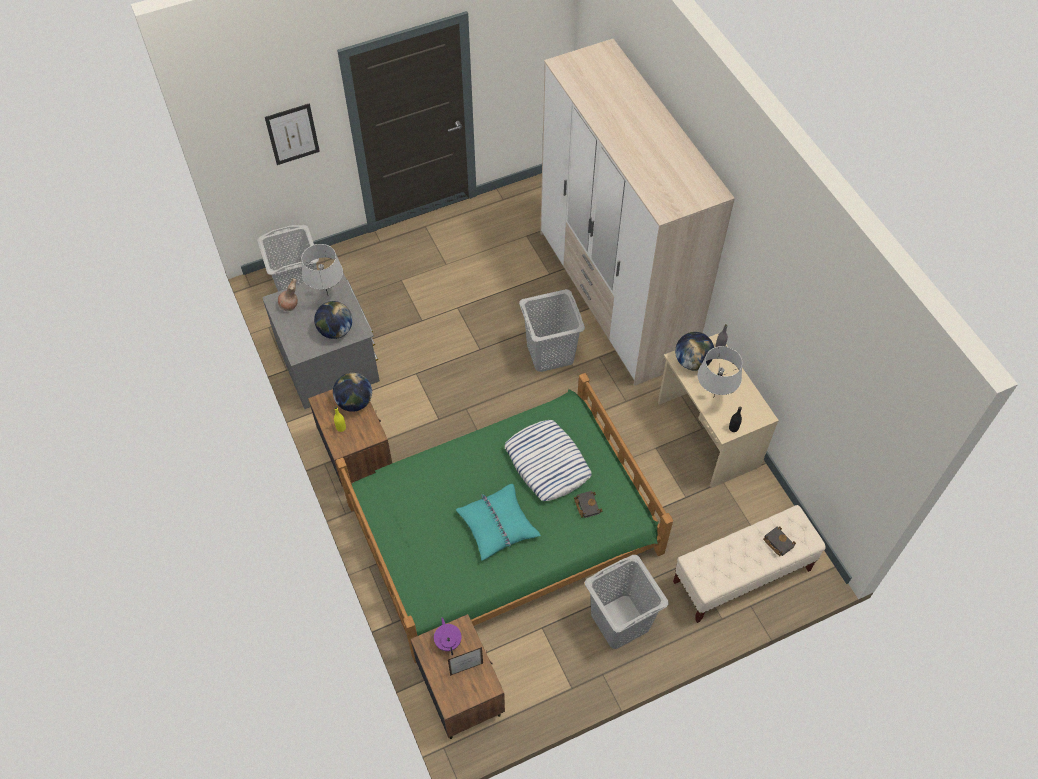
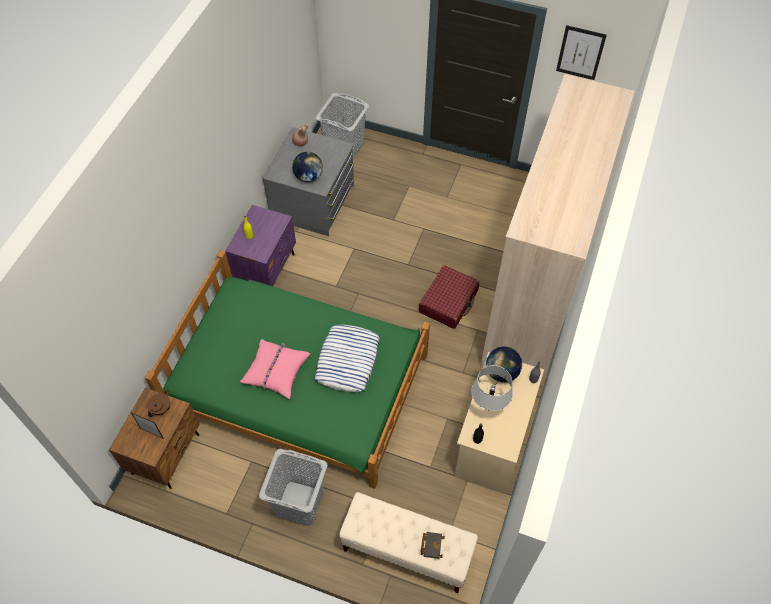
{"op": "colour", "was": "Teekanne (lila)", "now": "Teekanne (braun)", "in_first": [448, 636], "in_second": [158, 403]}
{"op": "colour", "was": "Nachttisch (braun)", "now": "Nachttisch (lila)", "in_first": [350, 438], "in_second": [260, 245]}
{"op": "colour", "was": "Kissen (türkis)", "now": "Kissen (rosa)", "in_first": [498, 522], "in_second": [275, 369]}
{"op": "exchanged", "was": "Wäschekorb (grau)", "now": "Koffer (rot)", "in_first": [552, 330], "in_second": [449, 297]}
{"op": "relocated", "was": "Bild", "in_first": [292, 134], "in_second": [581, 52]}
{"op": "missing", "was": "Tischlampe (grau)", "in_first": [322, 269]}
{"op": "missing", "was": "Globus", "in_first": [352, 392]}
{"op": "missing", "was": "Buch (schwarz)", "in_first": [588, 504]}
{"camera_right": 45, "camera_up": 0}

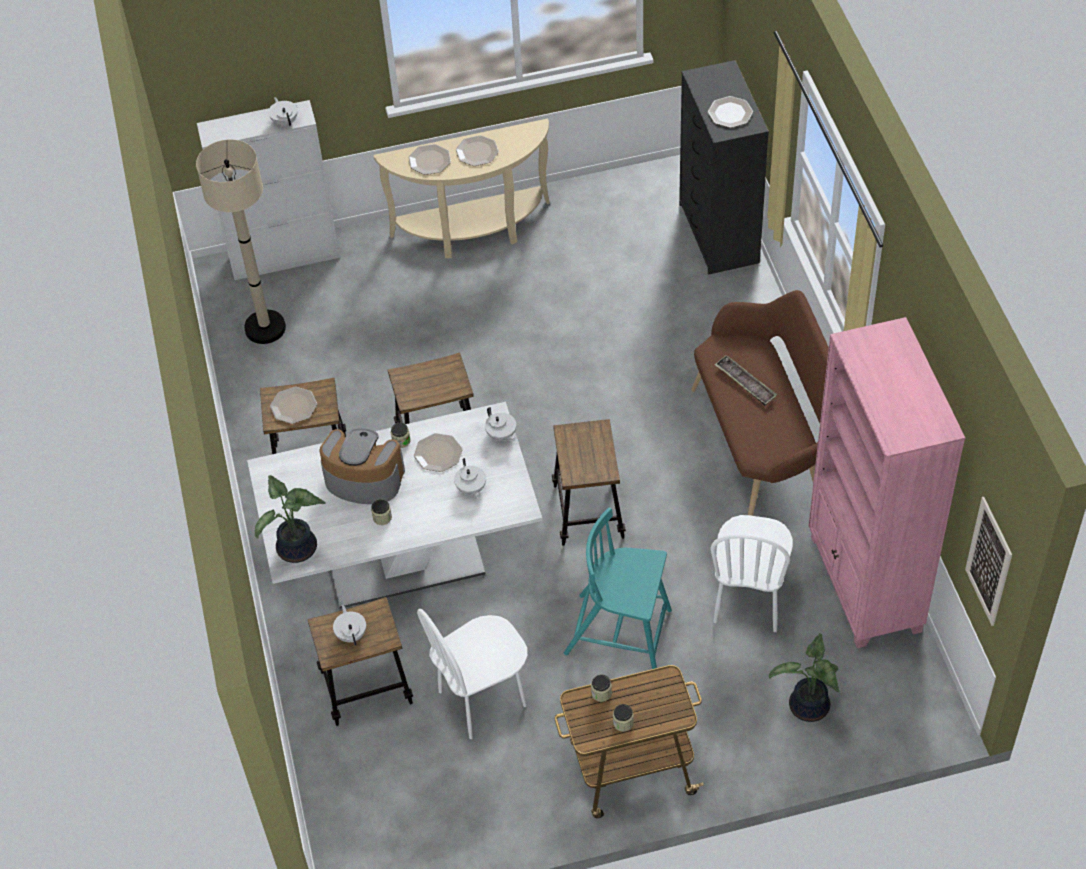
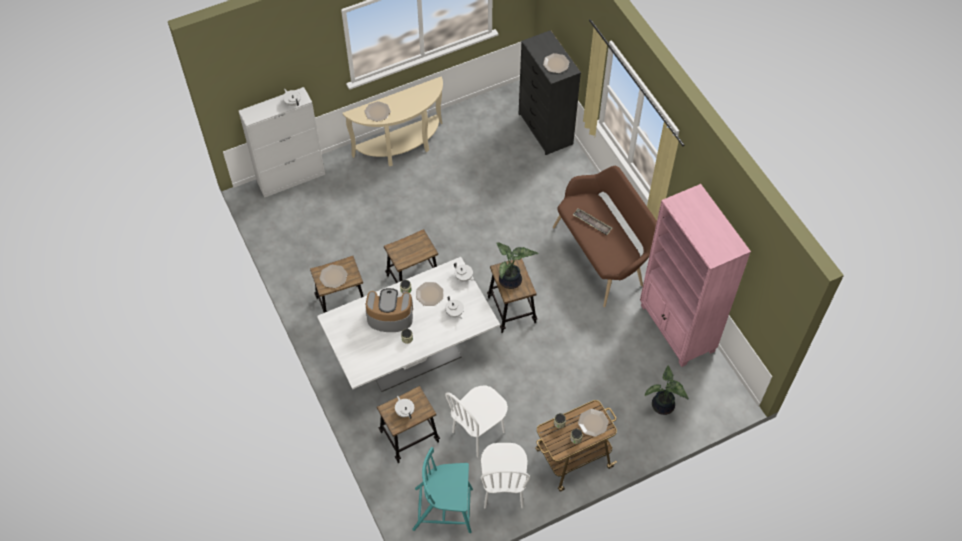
{"op": "relocated", "was": "Stuhl (türkis)", "in_first": [618, 588], "in_second": [442, 490]}
{"op": "relocated", "was": "Stuhl (weiß)", "in_first": [751, 573], "in_second": [505, 476]}
{"op": "relocated", "was": "Topfpflanze", "in_first": [290, 519], "in_second": [517, 265]}
{"op": "relocated", "was": "Teller", "in_first": [477, 150], "in_second": [593, 423]}
{"op": "missing", "was": "Stehlampe (beige)", "in_first": [241, 241]}
{"op": "missing", "was": "Bild", "in_first": [988, 561]}
{"camera_right": -15, "camera_up": 5}

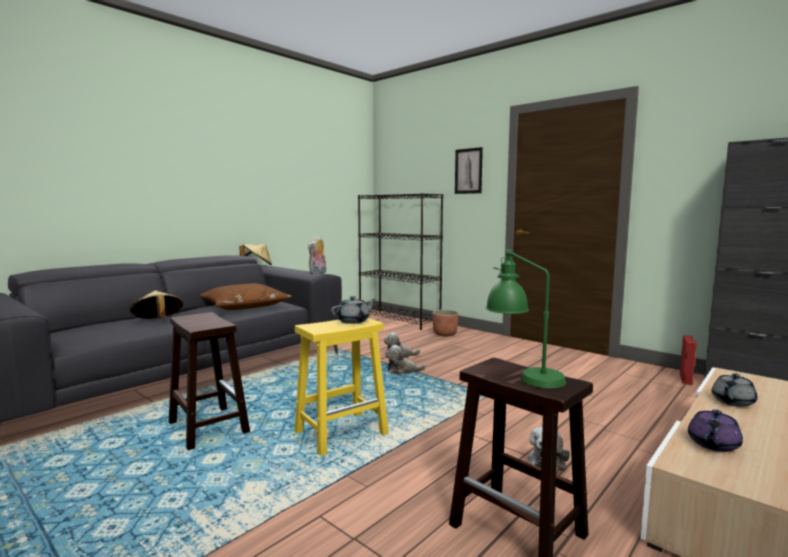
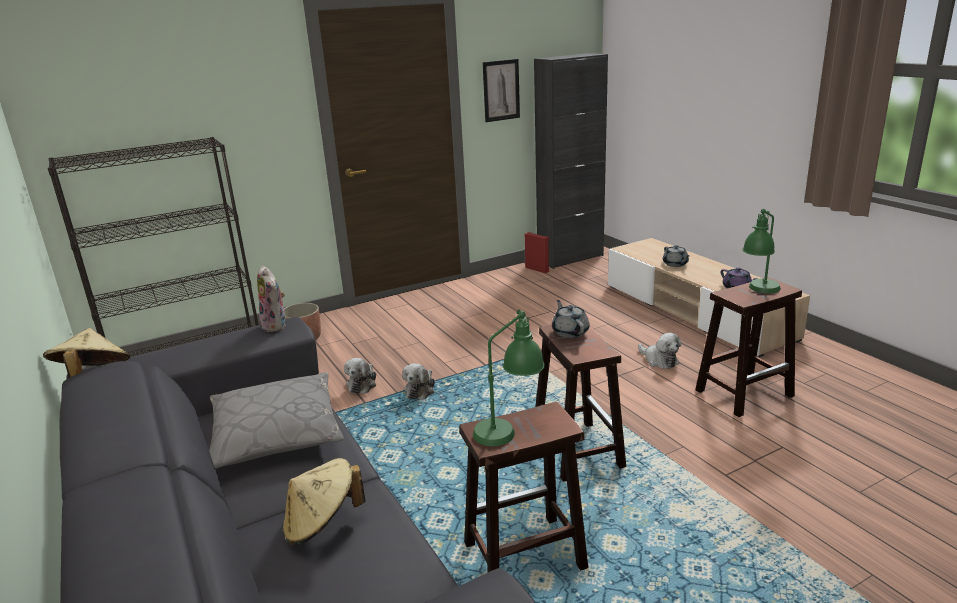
{"op": "colour", "was": "Kissen (braun)", "now": "Kissen (grau)", "in_first": [246, 296], "in_second": [276, 420]}
{"op": "appeared", "now": "Tischlampe (grün)", "in_second": [509, 378]}
{"op": "relocated", "was": "Bild", "in_first": [469, 170], "in_second": [501, 90]}
{"op": "colour", "was": "Hocker (gelb)", "now": "Hocker (braun)", "in_first": [341, 387], "in_second": [580, 403]}
{"camera_right": -70, "camera_up": 15}

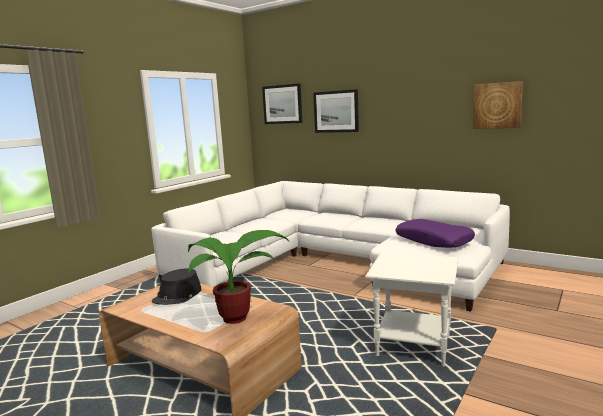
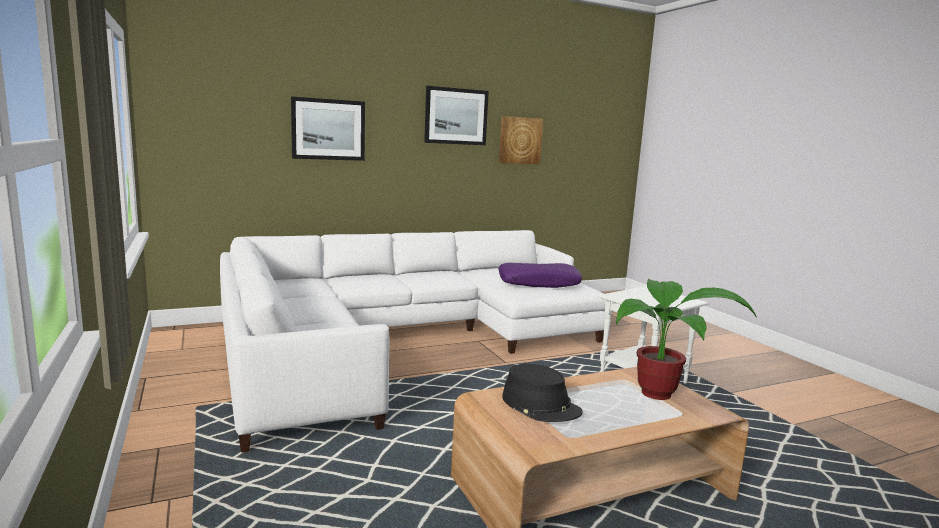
{"op": "relocated", "was": "Bild", "in_first": [282, 103], "in_second": [456, 115]}
{"camera_right": -60, "camera_up": 0}

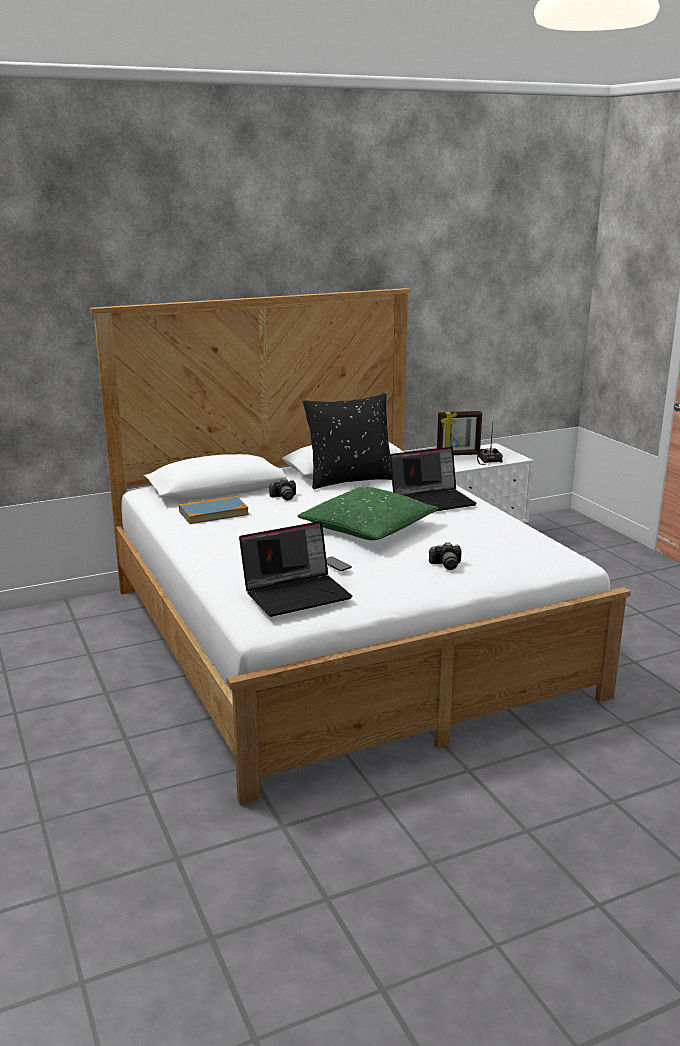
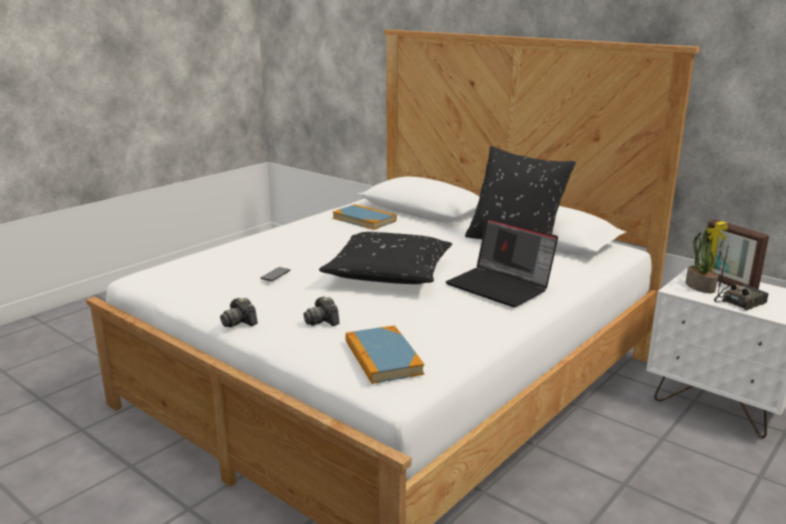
{"op": "relocated", "was": "Kamera", "in_first": [282, 489], "in_second": [239, 313]}
{"op": "colour", "was": "Kissen (grün)", "now": "Kissen (schwarz)", "in_first": [368, 513], "in_second": [385, 258]}
{"op": "appeared", "now": "Buch", "in_second": [384, 355]}
{"op": "appeared", "now": "Topfpflanze", "in_second": [701, 260]}
{"op": "missing", "was": "Laptop", "in_first": [295, 569]}
{"camera_right": 65, "camera_up": 0}

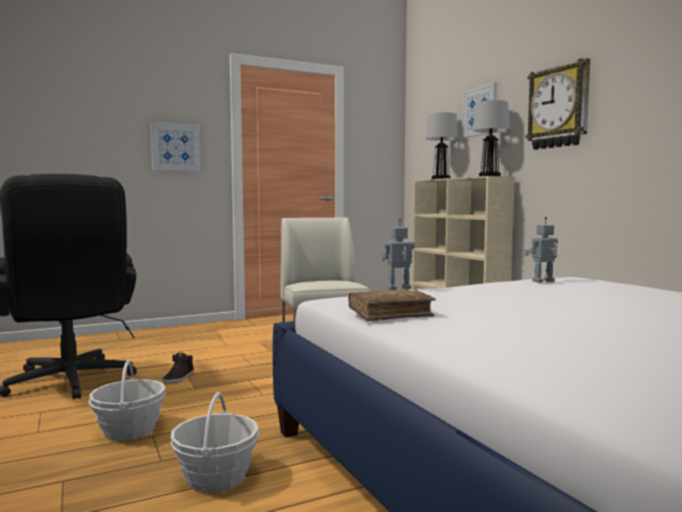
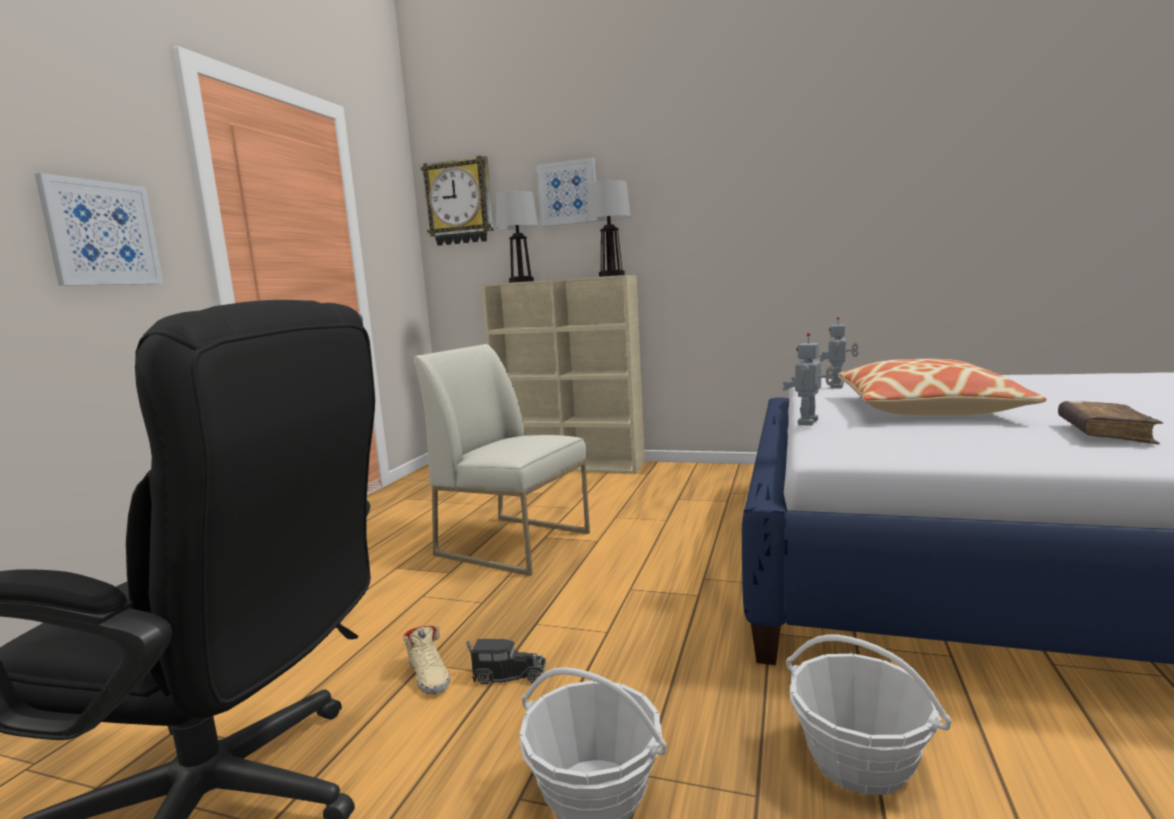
{"op": "colour", "was": "Schuh (schwarz)", "now": "Schuh (beige)", "in_first": [178, 368], "in_second": [426, 660]}
{"op": "relocated", "was": "Wanduhr", "in_first": [558, 104], "in_second": [457, 201]}
{"op": "appeared", "now": "Spielzeuglaster", "in_second": [506, 661]}
{"op": "appeared", "now": "Kissen", "in_second": [942, 387]}
{"op": "relocated", "was": "Buch (braun)", "in_first": [392, 305], "in_second": [1110, 423]}
{"camera_right": -45, "camera_up": 5}

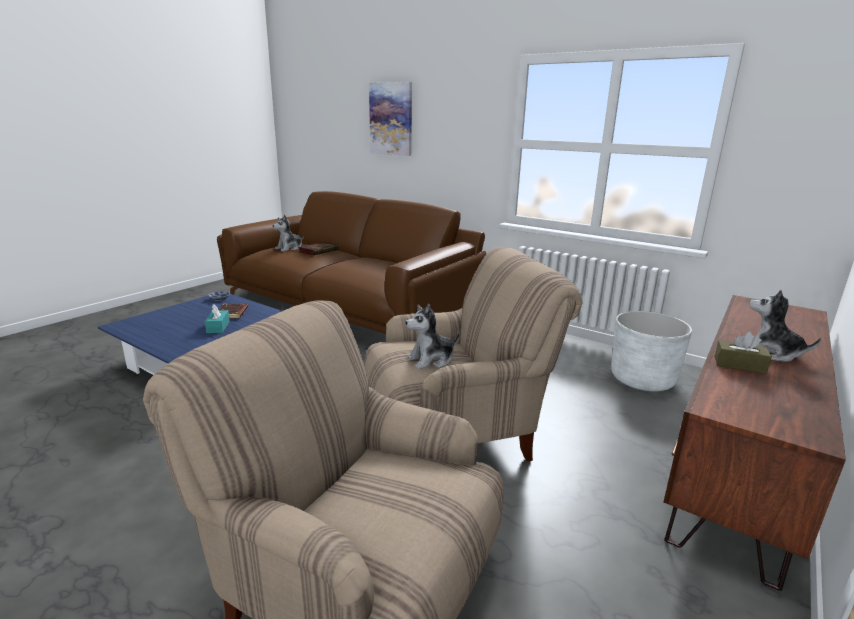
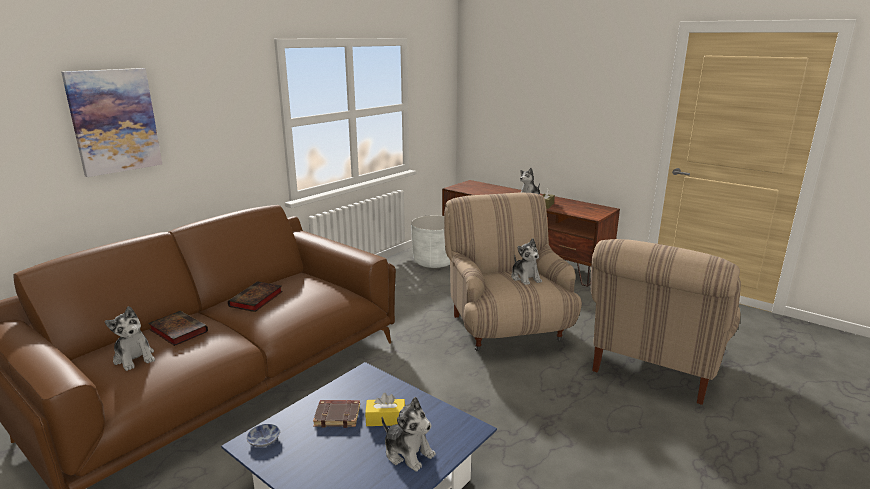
{"op": "appeared", "now": "Buch", "in_second": [255, 296]}
{"op": "colour", "was": "Taschentuchbox (türkis)", "now": "Taschentuchbox (gelb)", "in_first": [217, 318], "in_second": [385, 409]}
{"op": "appeared", "now": "Plüschtier", "in_second": [409, 434]}
{"camera_right": -85, "camera_up": 0}

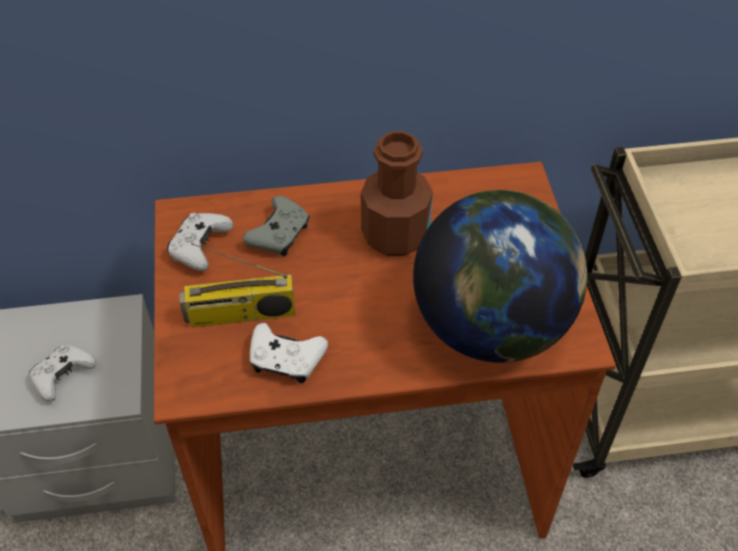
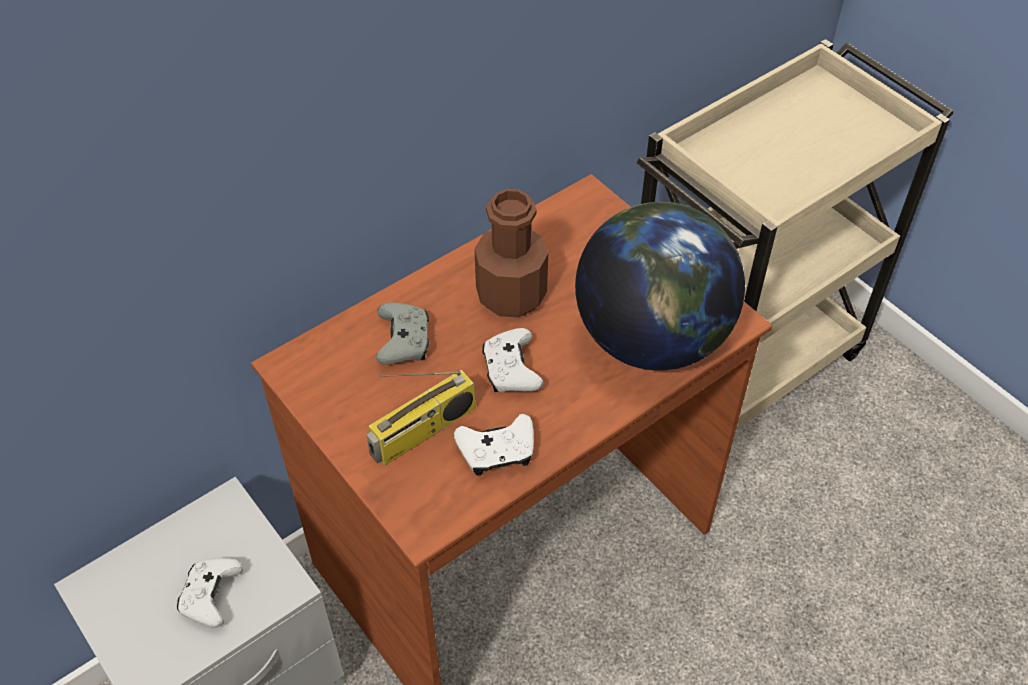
{"op": "relocated", "was": "Gamepad (weiß)", "in_first": [200, 241], "in_second": [512, 360]}
{"camera_right": -30, "camera_up": 0}

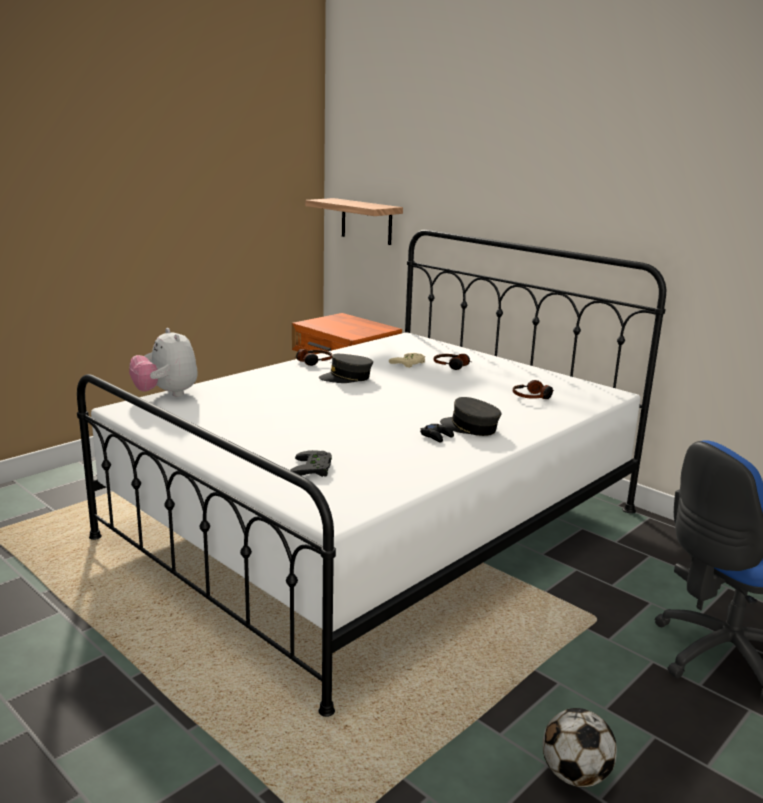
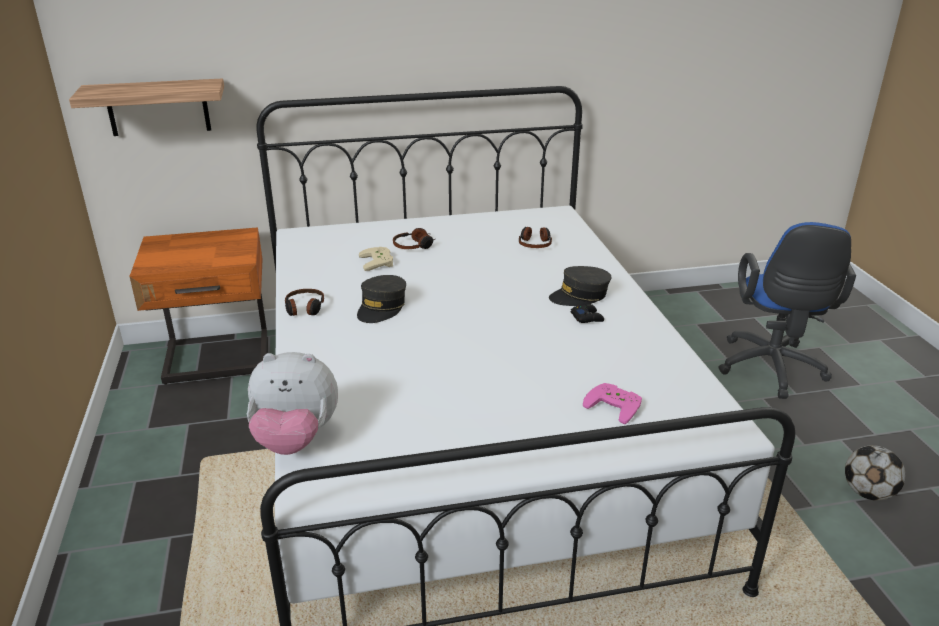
{"op": "colour", "was": "Gamepad (schwarz)", "now": "Gamepad (rosa)", "in_first": [311, 463], "in_second": [612, 403]}
{"camera_right": -55, "camera_up": 10}

